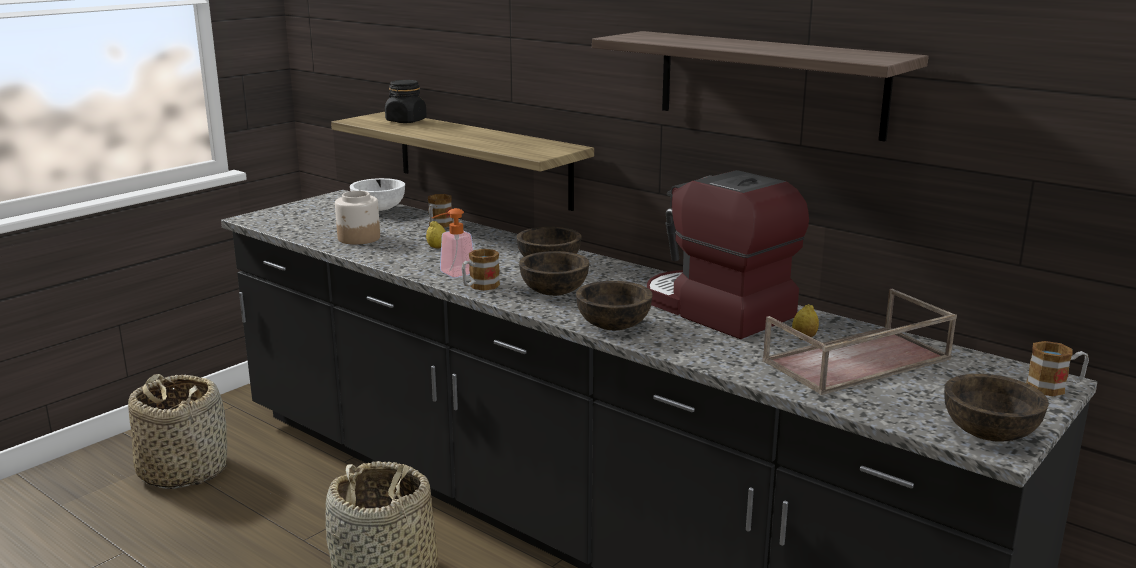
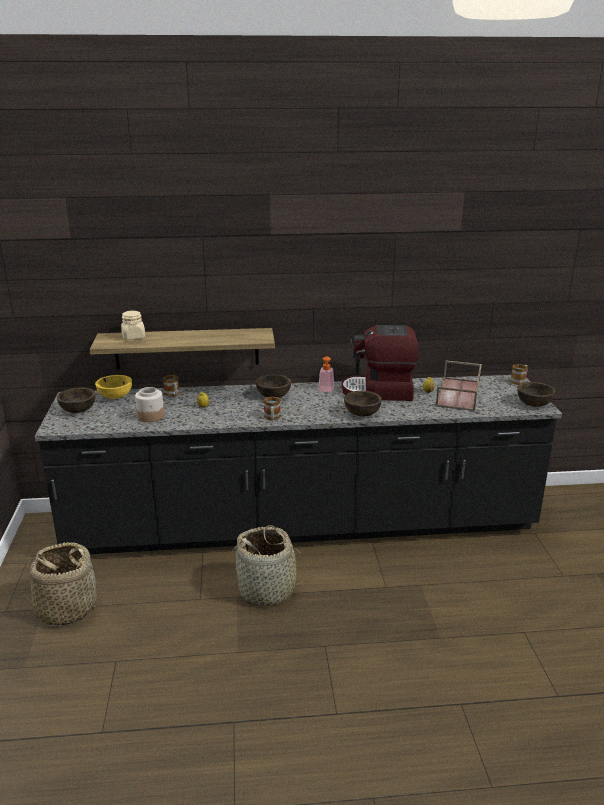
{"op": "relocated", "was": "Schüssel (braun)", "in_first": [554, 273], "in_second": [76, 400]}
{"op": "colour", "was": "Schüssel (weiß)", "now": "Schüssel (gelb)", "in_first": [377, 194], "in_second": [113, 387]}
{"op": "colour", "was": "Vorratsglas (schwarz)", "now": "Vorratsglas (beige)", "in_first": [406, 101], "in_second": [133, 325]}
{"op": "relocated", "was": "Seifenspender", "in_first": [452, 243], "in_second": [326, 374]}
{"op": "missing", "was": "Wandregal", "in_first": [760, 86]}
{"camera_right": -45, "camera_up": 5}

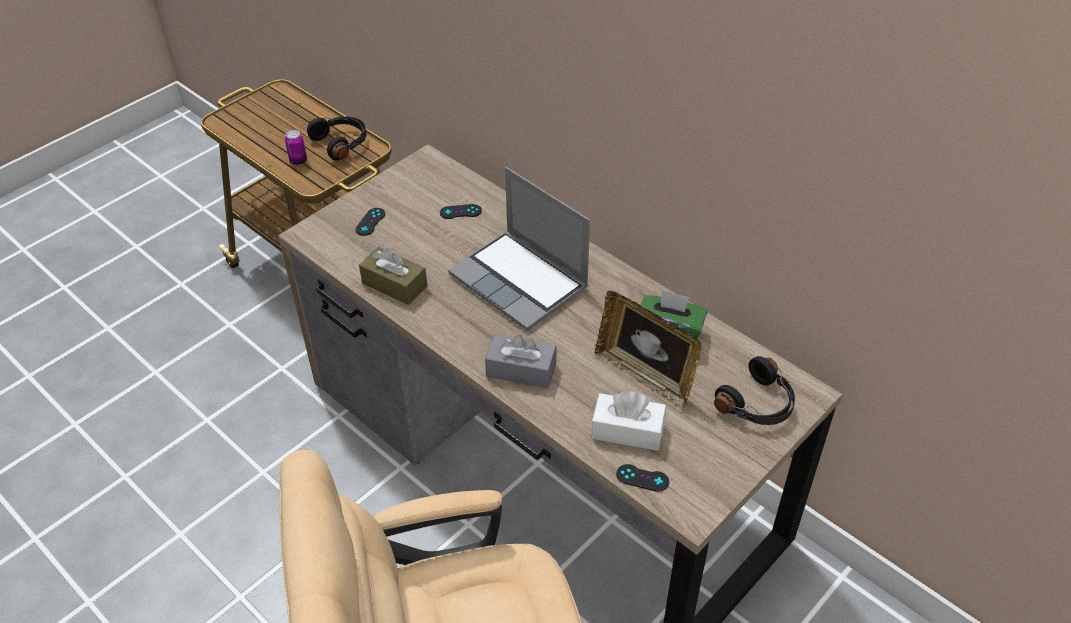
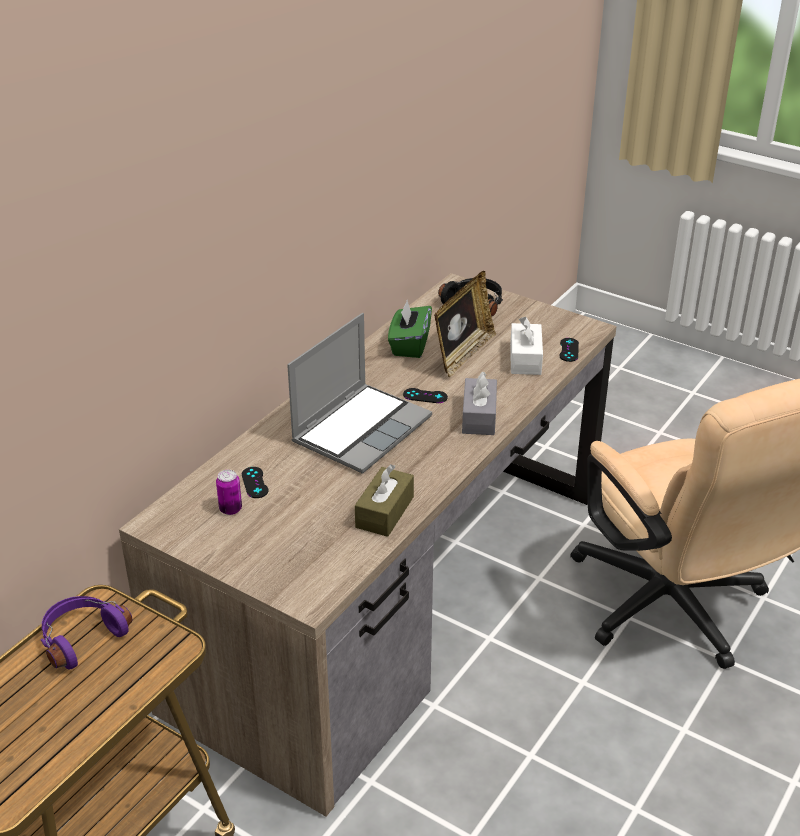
{"op": "colour", "was": "Kopfhörer (schwarz)", "now": "Kopfhörer (lila)", "in_first": [337, 138], "in_second": [86, 633]}
{"op": "relocated", "was": "Dose", "in_first": [296, 147], "in_second": [229, 492]}
{"op": "relocated", "was": "Gamepad (schwarz)", "in_first": [370, 222], "in_second": [425, 395]}
{"camera_right": -100, "camera_up": -10}

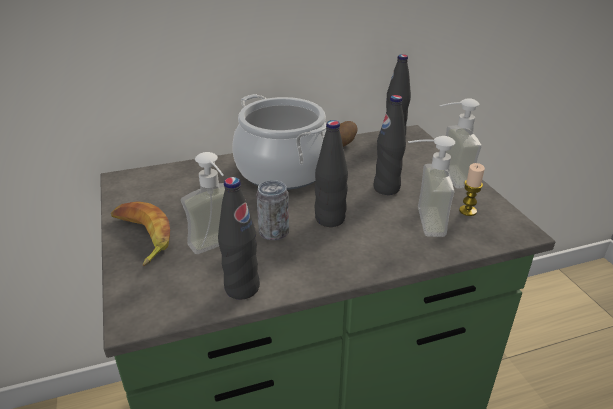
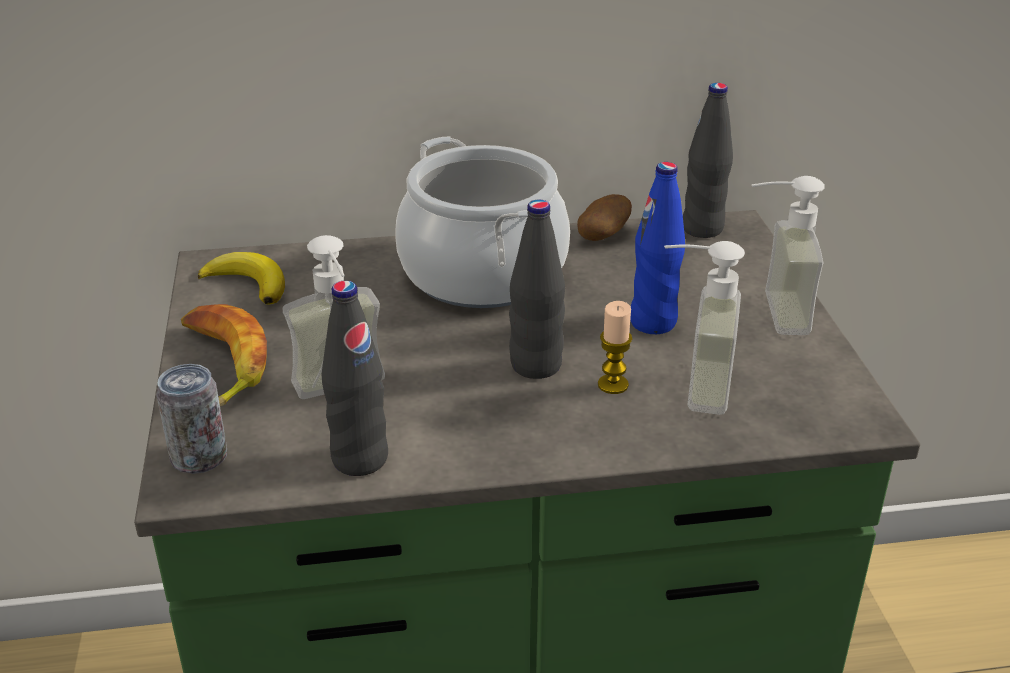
{"op": "relocated", "was": "Dose", "in_first": [272, 210], "in_second": [191, 419]}
{"op": "appeared", "now": "Banane", "in_second": [241, 278]}
{"op": "relocated", "was": "Kerze", "in_first": [472, 189], "in_second": [615, 347]}
{"op": "colour", "was": "Flasche (schwarz)", "now": "Flasche (blau)", "in_first": [389, 145], "in_second": [657, 248]}
{"camera_right": 10, "camera_up": 0}

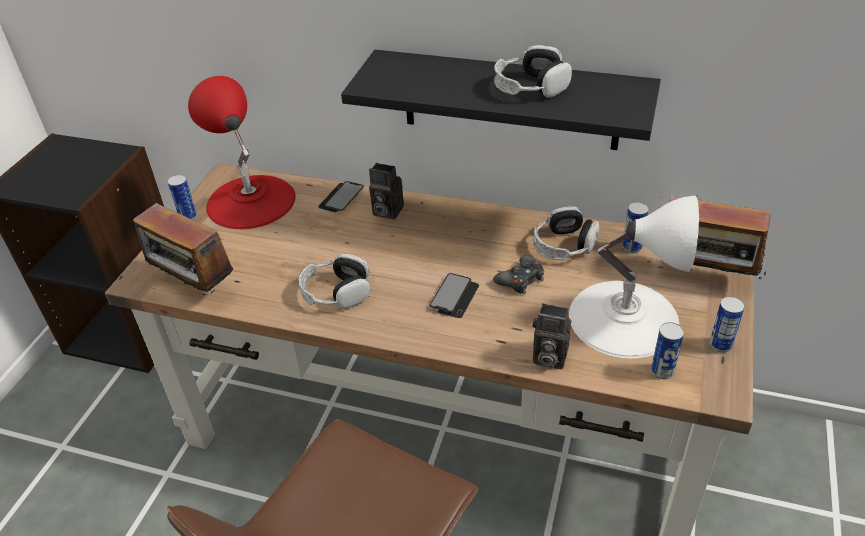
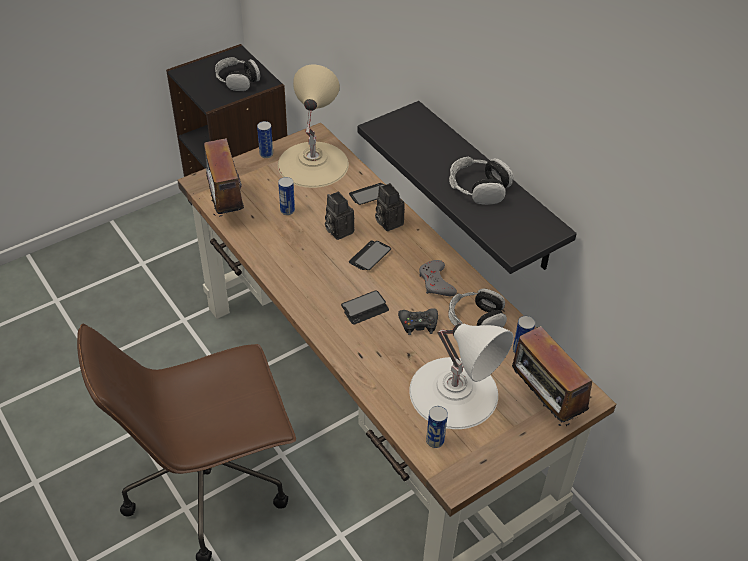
{"op": "relocated", "was": "Kopfhörer", "in_first": [334, 281], "in_second": [237, 74]}
{"op": "colour", "was": "Tischlampe (rot)", "now": "Tischlampe (beige)", "in_first": [242, 152], "in_second": [313, 126]}
{"op": "relocated", "was": "Dose", "in_first": [727, 324], "in_second": [286, 196]}
{"op": "relocated", "was": "Kamera", "in_first": [552, 336], "in_second": [339, 215]}
{"op": "appeared", "now": "Handy", "in_second": [370, 255]}
{"op": "appeared", "now": "Gamepad (grau)", "in_second": [438, 278]}
{"camera_right": 35, "camera_up": 5}

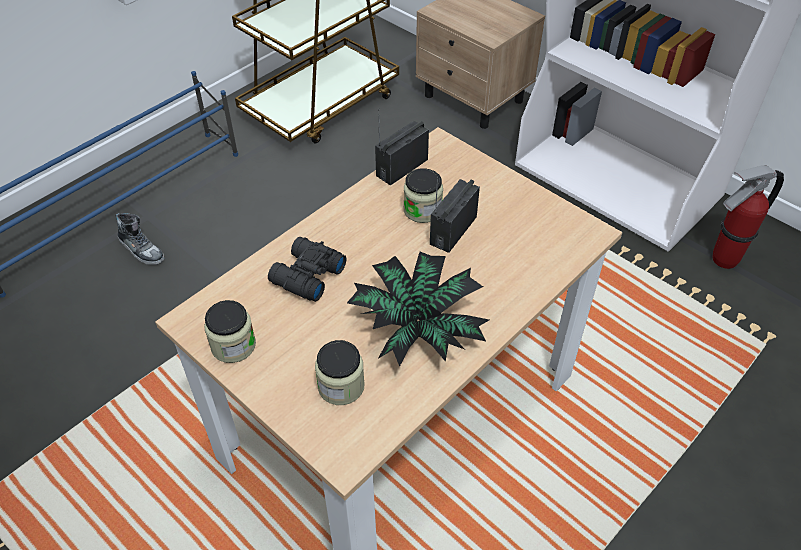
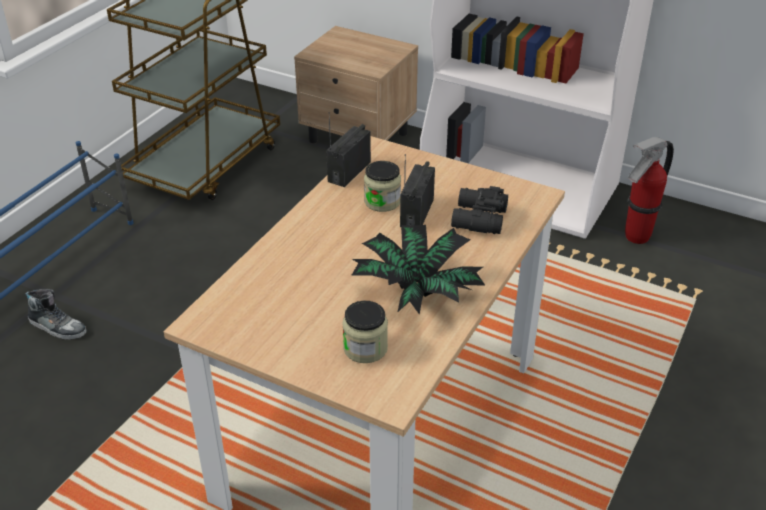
{"op": "relocated", "was": "Fernglas (schwarz)", "in_first": [307, 269], "in_second": [479, 210]}
{"op": "missing", "was": "Vorratsglas", "in_first": [230, 331]}
{"camera_right": -15, "camera_up": -10}

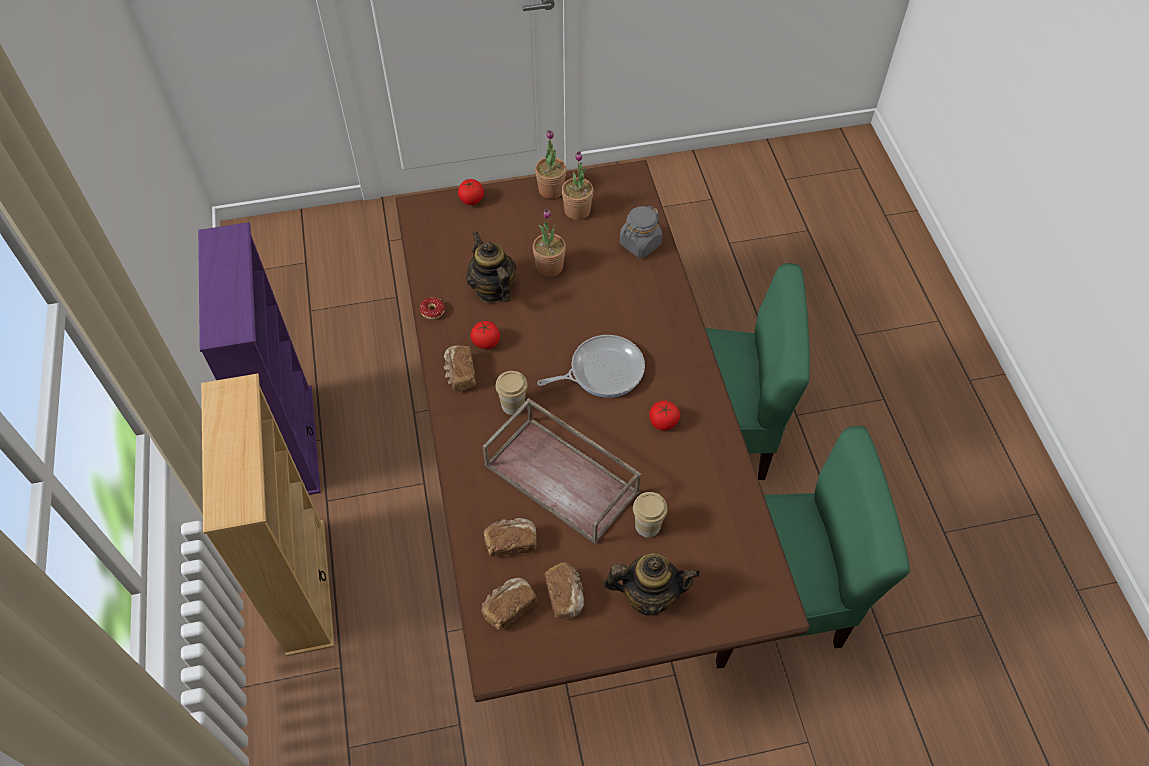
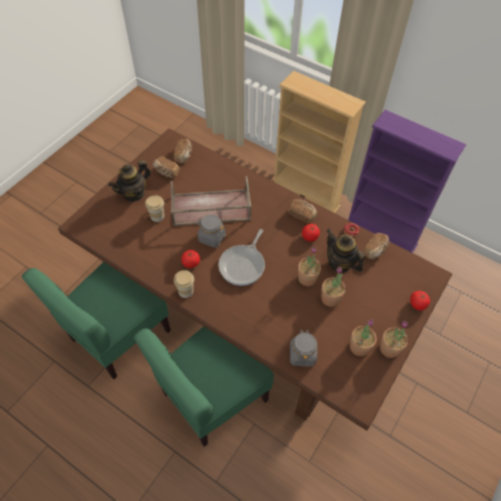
{"op": "relocated", "was": "Tasse", "in_first": [511, 393], "in_second": [184, 284]}
{"op": "appeared", "now": "Vorratsglas (grau)", "in_second": [211, 231]}
{"op": "appeared", "now": "Topfpflanze", "in_second": [309, 266]}
{"op": "spun", "was": "Teekanne", "in_first": [491, 267], "in_second": [345, 251], "clockwise": -150}
{"op": "relocated", "was": "Brot", "in_first": [510, 537], "in_second": [376, 246]}
{"camera_right": 135, "camera_up": 0}

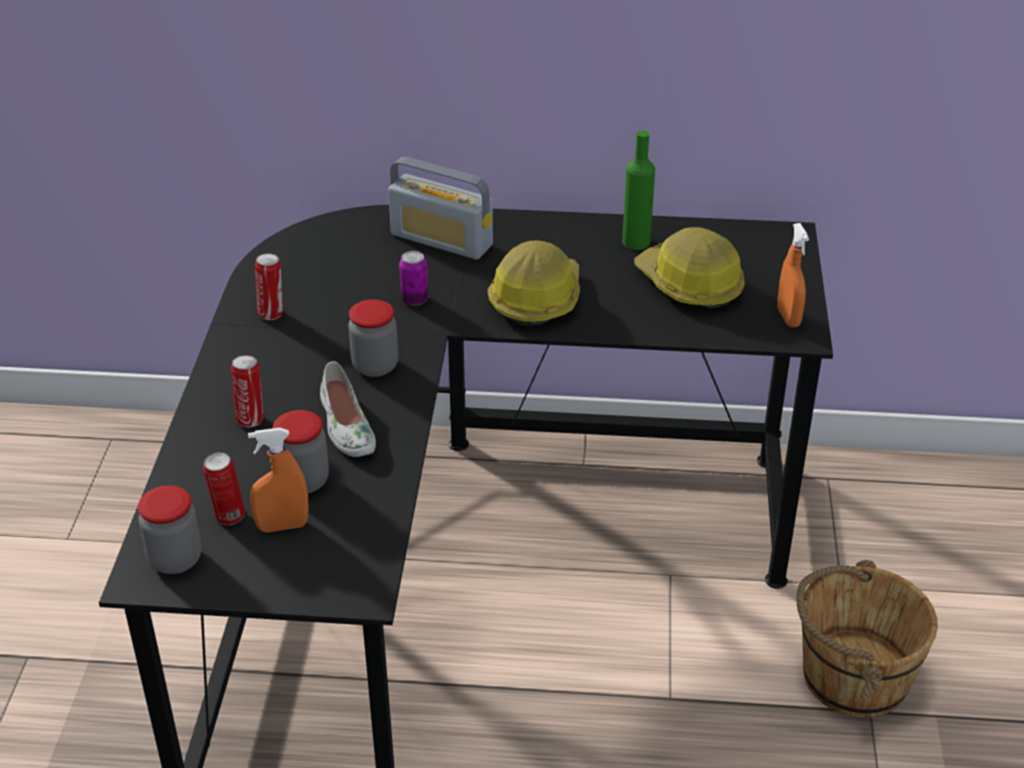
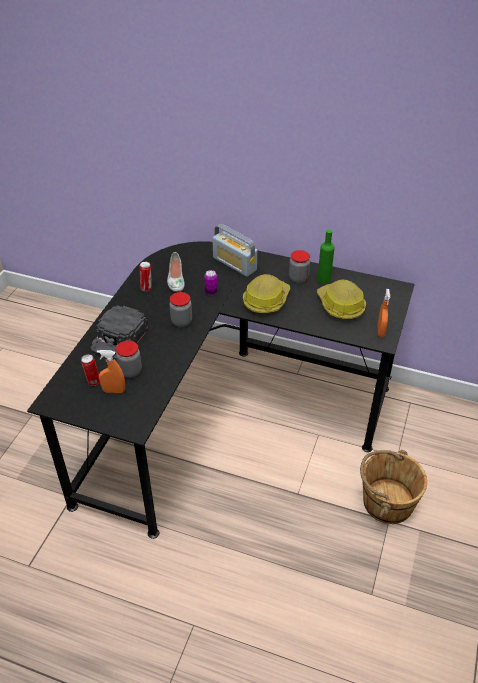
{"op": "exchanged", "was": "Dose", "now": "Kappe (schwarz)", "in_first": [247, 391], "in_second": [119, 333]}
{"op": "relocated", "was": "Schuh (weiß)", "in_first": [348, 409], "in_second": [176, 272]}
{"op": "relocated", "was": "Vorratsglas", "in_first": [170, 529], "in_second": [299, 266]}
{"camera_right": 15, "camera_up": 5}

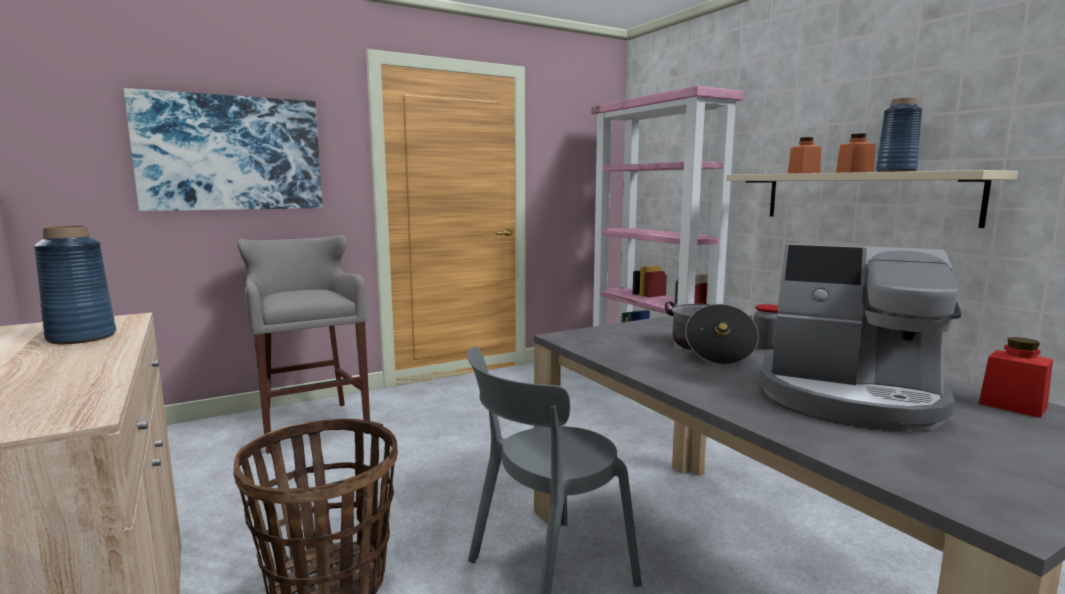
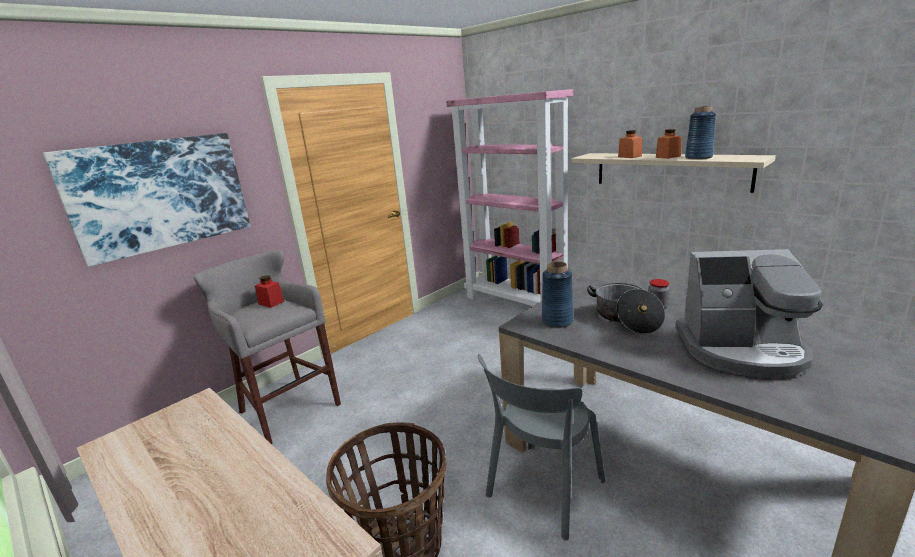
{"op": "relocated", "was": "Vorratsglas (rot)", "in_first": [1016, 377], "in_second": [269, 291]}
{"op": "relocated", "was": "Vase (blau)", "in_first": [75, 285], "in_second": [558, 294]}
{"camera_right": -15, "camera_up": 10}

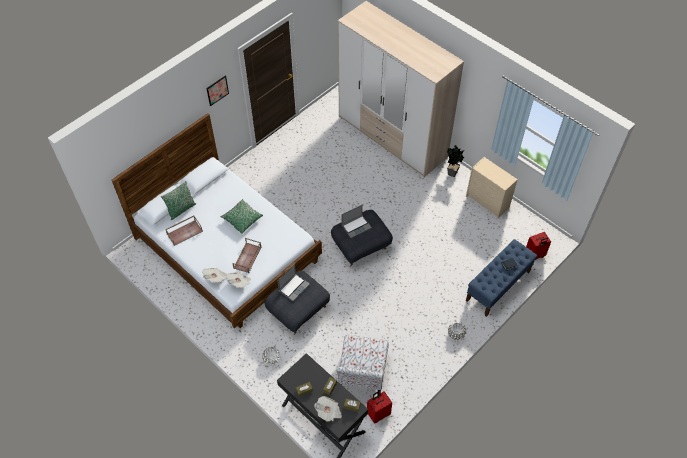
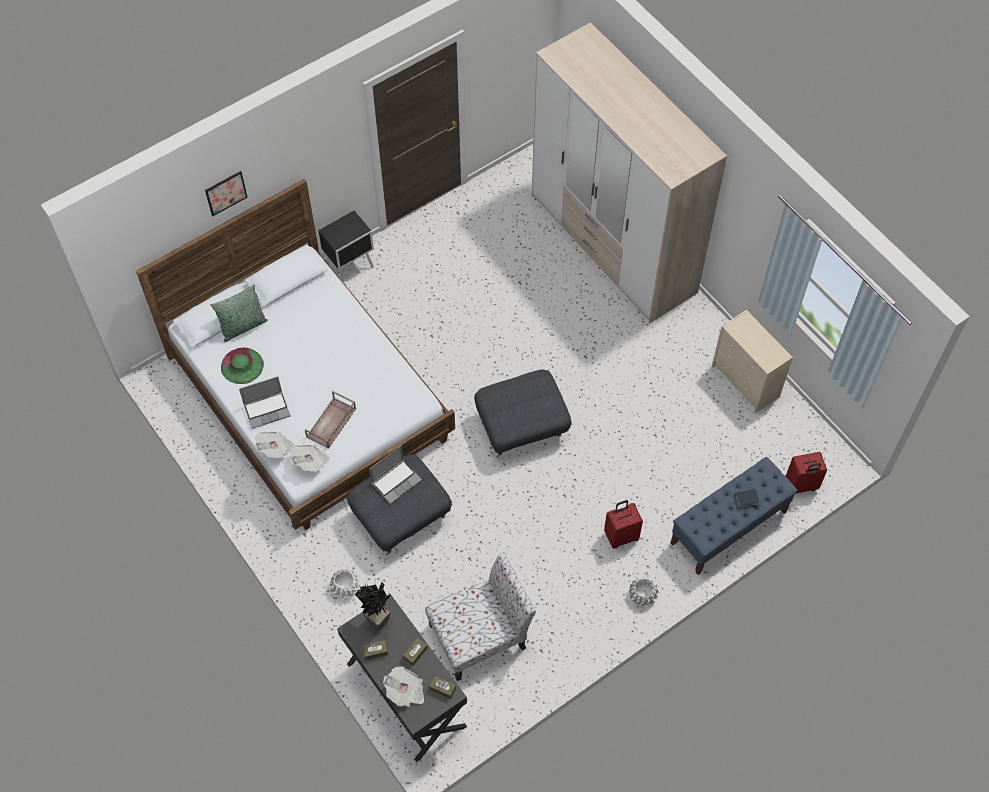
{"op": "relocated", "was": "Bild", "in_first": [217, 91], "in_second": [226, 193]}
{"op": "exchanged", "was": "Tablett (braun)", "now": "Hut (grün)", "in_first": [184, 231], "in_second": [242, 366]}
{"op": "relocated", "was": "Laptop", "in_first": [357, 221], "in_second": [265, 402]}
{"op": "appeared", "now": "Nachttisch (schwarz)", "in_second": [346, 246]}
{"op": "relocated", "was": "Topfpflanze", "in_first": [455, 161], "in_second": [373, 606]}
{"op": "spun", "was": "Stuhl", "in_first": [363, 365], "in_second": [480, 617], "clockwise": -135}
{"op": "relocated", "was": "Koffer (rot)", "in_first": [379, 407], "in_second": [623, 524]}
{"op": "missing", "was": "Kissen (grün)", "in_first": [241, 216]}
{"camera_right": 10, "camera_up": 5}

